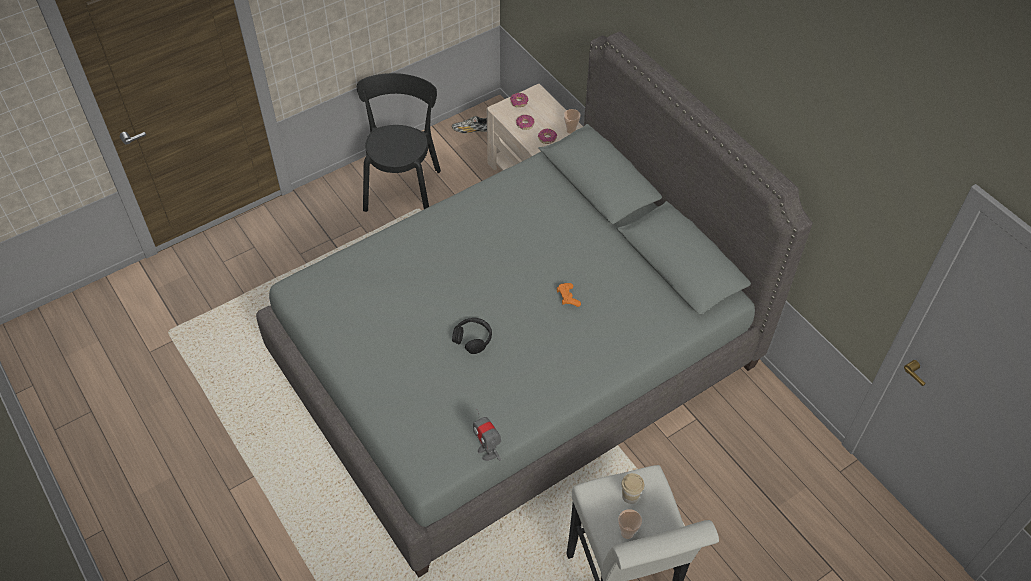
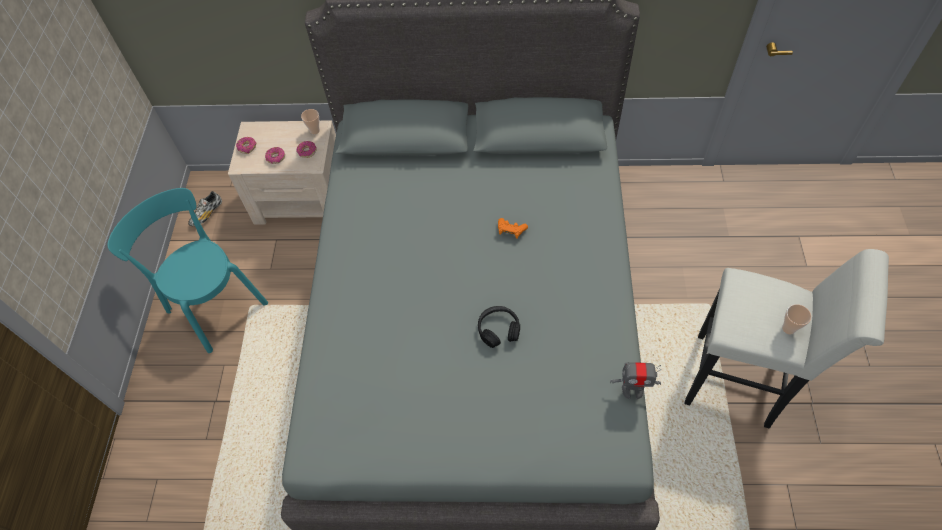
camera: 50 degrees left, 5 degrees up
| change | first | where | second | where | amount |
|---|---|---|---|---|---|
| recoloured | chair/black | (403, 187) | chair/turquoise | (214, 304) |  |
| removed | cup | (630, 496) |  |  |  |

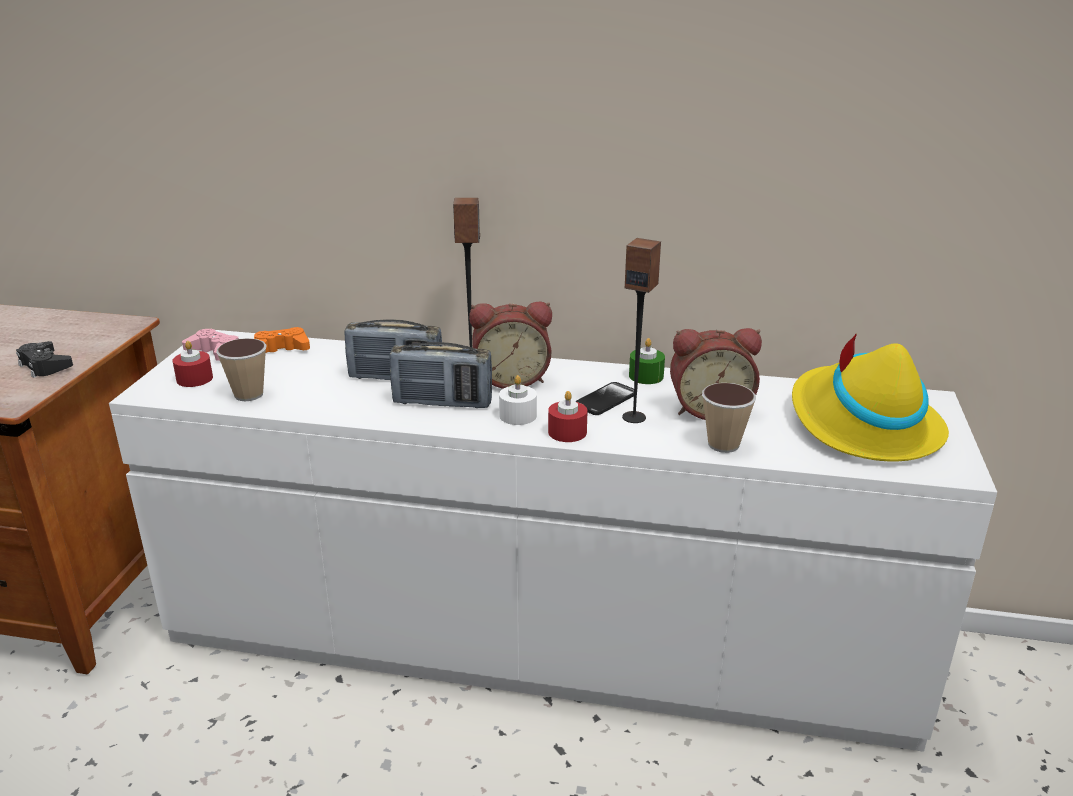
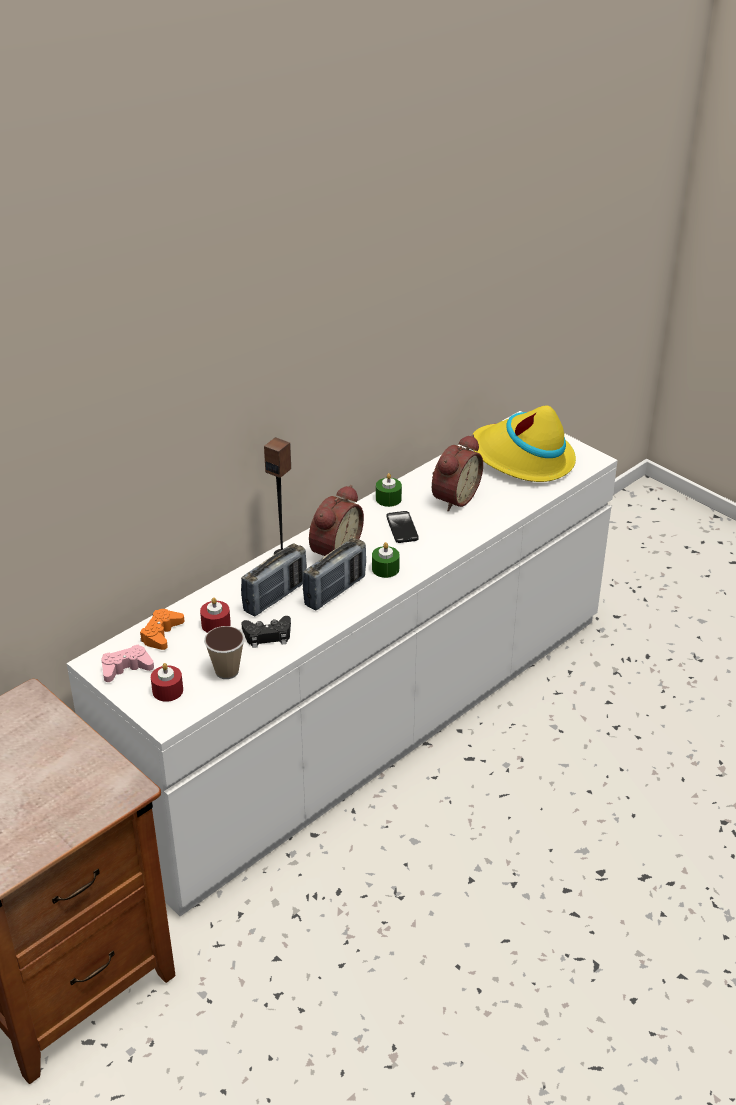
camera: 55 degrees left, 10 degrees up
| change | first | where | second | where | amount |
|---|---|---|---|---|---|
| moved | candle/red | (567, 432) |  | (216, 624) |  |
| moved | game controller/black | (45, 365) |  | (267, 635) |  |
| recoloured | candle/white | (518, 415) | candle/green | (385, 569) |  |
| removed | speaker | (634, 417) |  |  |  |
| removed | cup | (723, 444) |  |  |  |

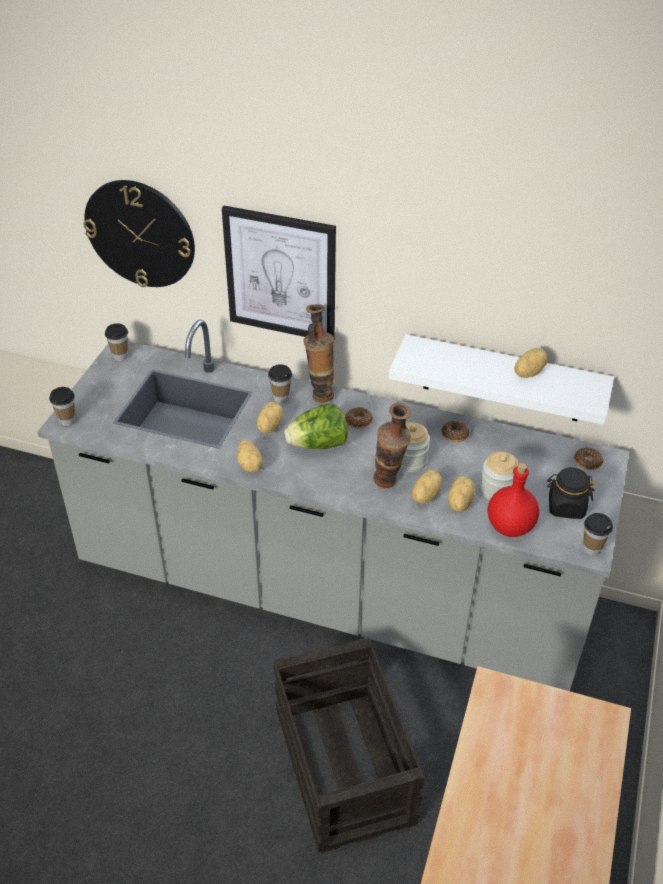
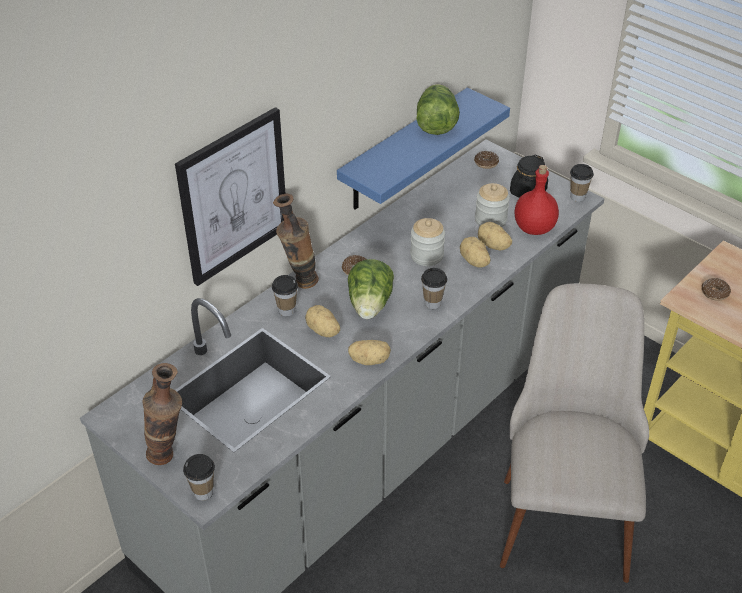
camera: 65 degrees left, 0 degrees up
| change | first | where | second | where | amount |
|---|---|---|---|---|---|
| moved | vase | (388, 486) |  | (169, 456) |  |
| recoloured | shelf/white | (503, 379) | shelf/blue | (404, 151) |  |
| replaced | potato | (528, 372) | lettuce | (436, 124) |  |
| moved | cup | (120, 356) |  | (432, 303) |  |
| replaced | crate | (345, 766) | chair/beige | (564, 506) |  |
| moved | donut | (455, 435) |  | (714, 293) |  |
| removed | wall clock | (140, 234) |  |  |  |

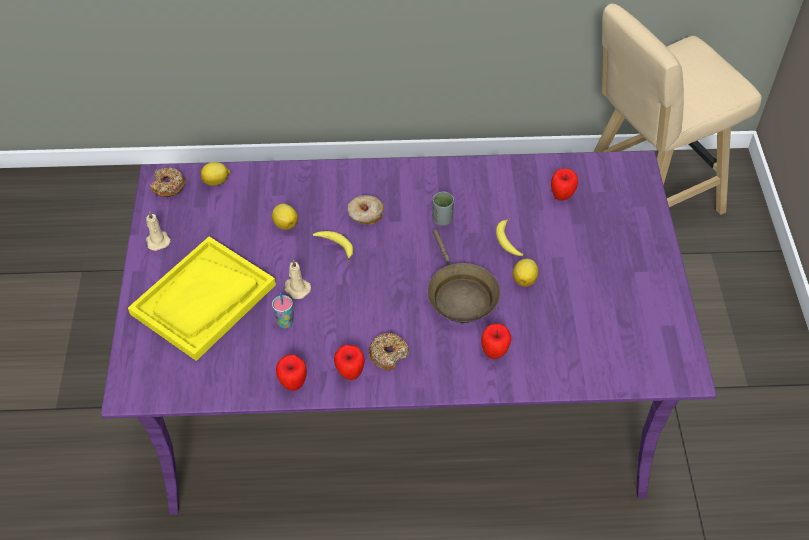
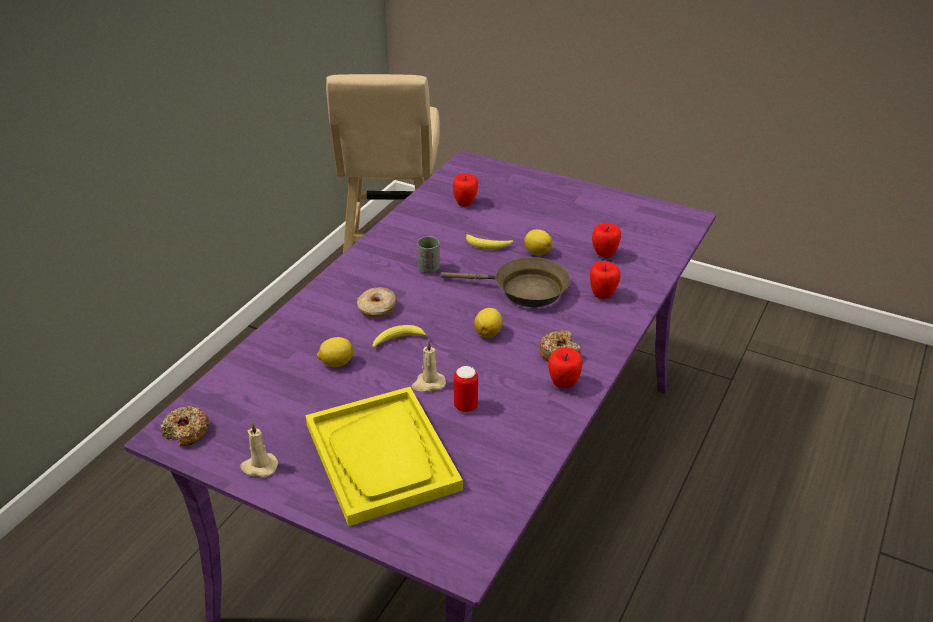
camera: 60 degrees left, 15 degrees down
| change | first | where | second | where | amount |
|---|---|---|---|---|---|
| replaced | cup | (285, 322) | can | (465, 406) |  |
| moved | lemon | (217, 182) |  | (488, 333) |  |
| moved | apple | (293, 384) |  | (604, 255) |  |

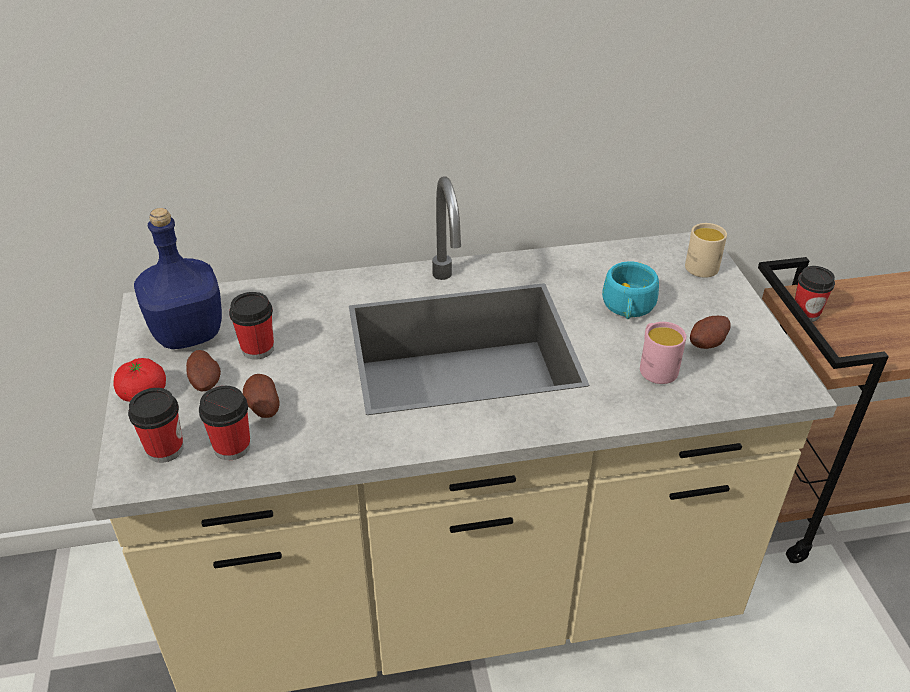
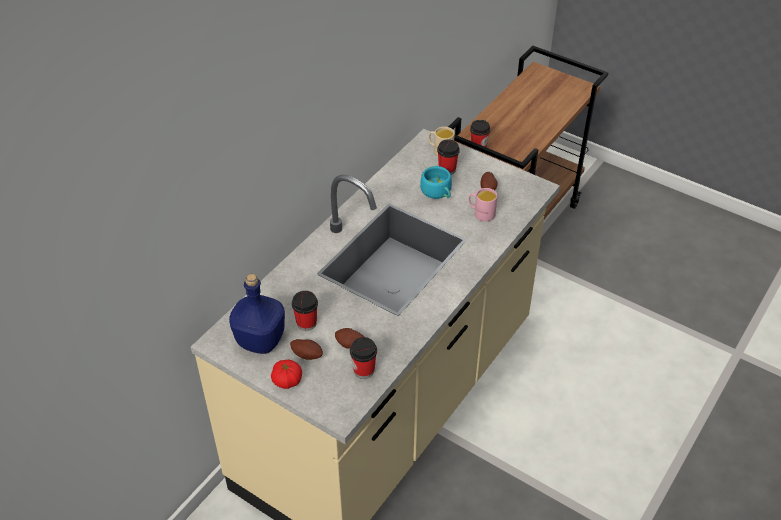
camera: 45 degrees left, 5 degrees up
| change | first | where | second | where | amount |
|---|---|---|---|---|---|
| moved | cup | (165, 449) |  | (447, 169) |  |

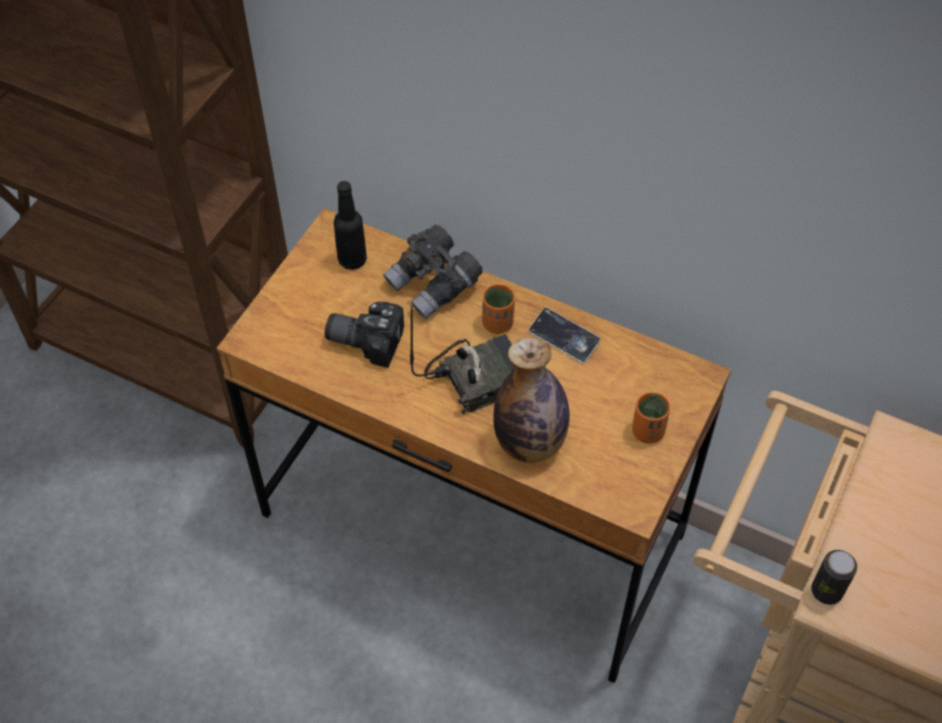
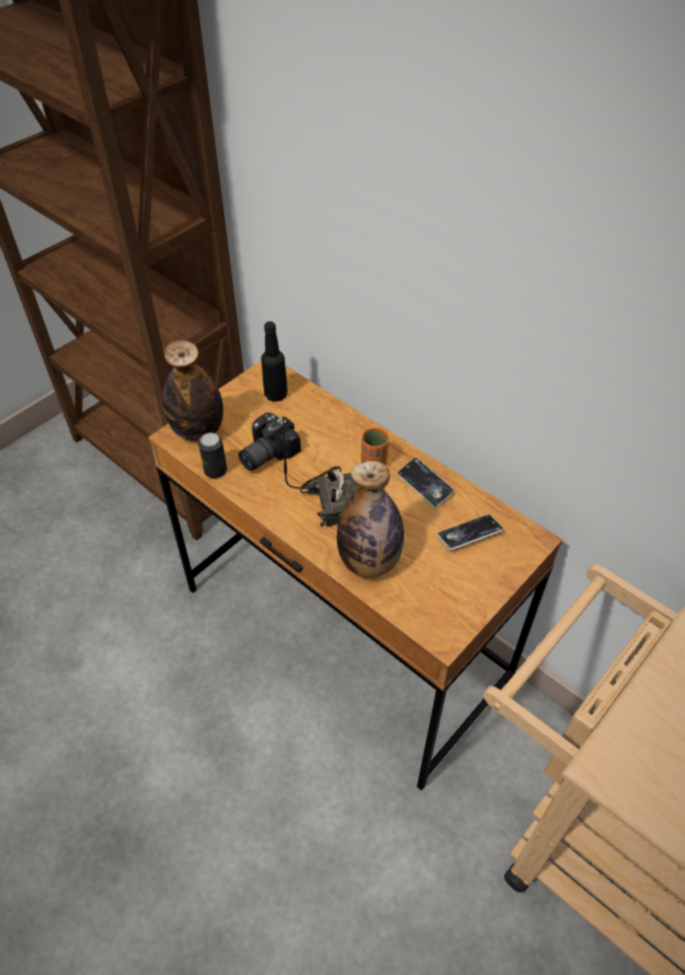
camera: 15 degrees right, 5 degrees down
| change | first | where | second | where | amount |
|---|---|---|---|---|---|
| added |  |  | bottle | (198, 430) |  |
| moved | can | (826, 591) |  | (215, 471) |  |
| turned | photo camera | (366, 338) |  | (265, 453) | 75 degrees counterclockwise |
| added |  |  | phone | (469, 534) |  |
| removed | binoculars/grey | (434, 285) |  |  |  |
| removed | cup/orange | (648, 431) |  |  |  |

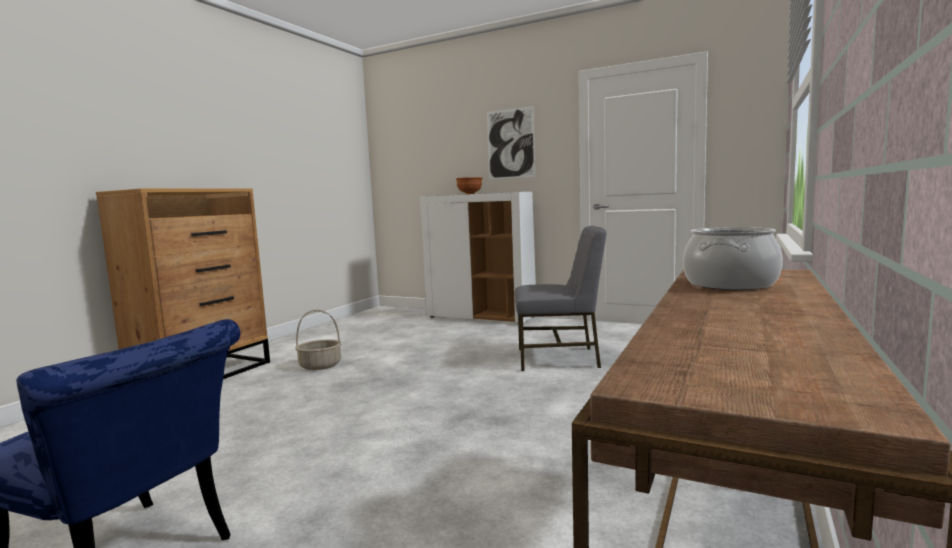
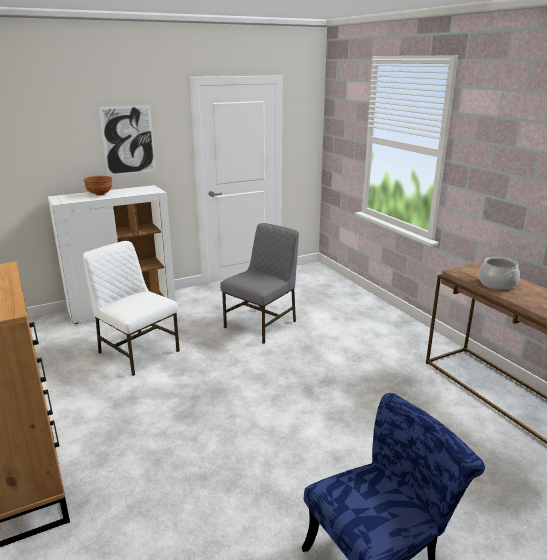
camera: 55 degrees left, 15 degrees up
| change | first | where | second | where | amount |
|---|---|---|---|---|---|
| added |  |  | chair/white | (137, 351) |  |
| removed | basket | (320, 365) |  |  |  |

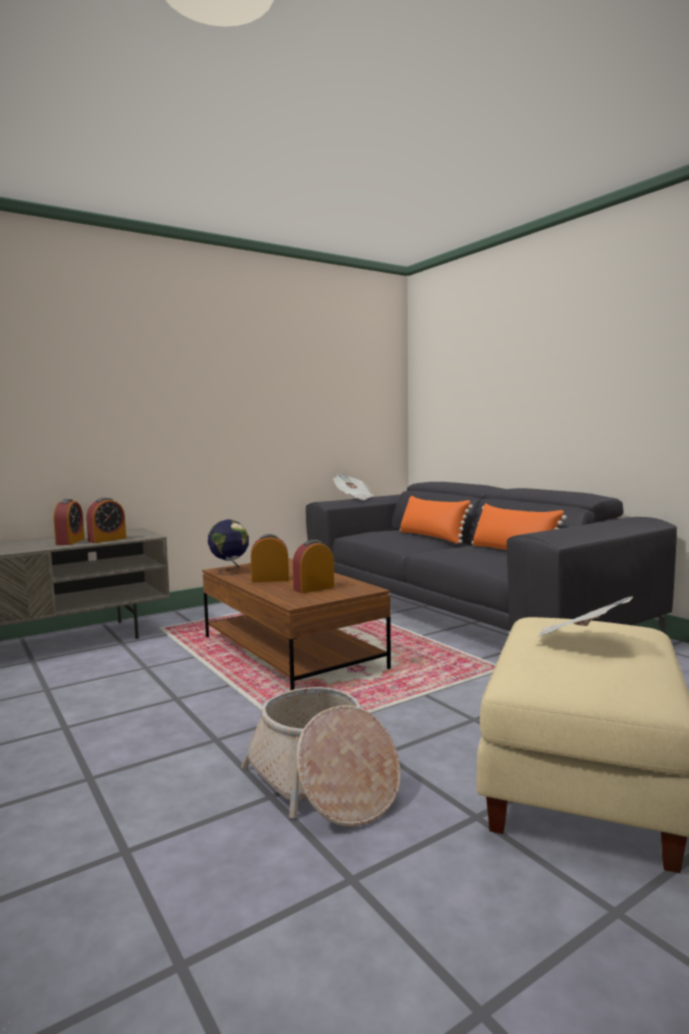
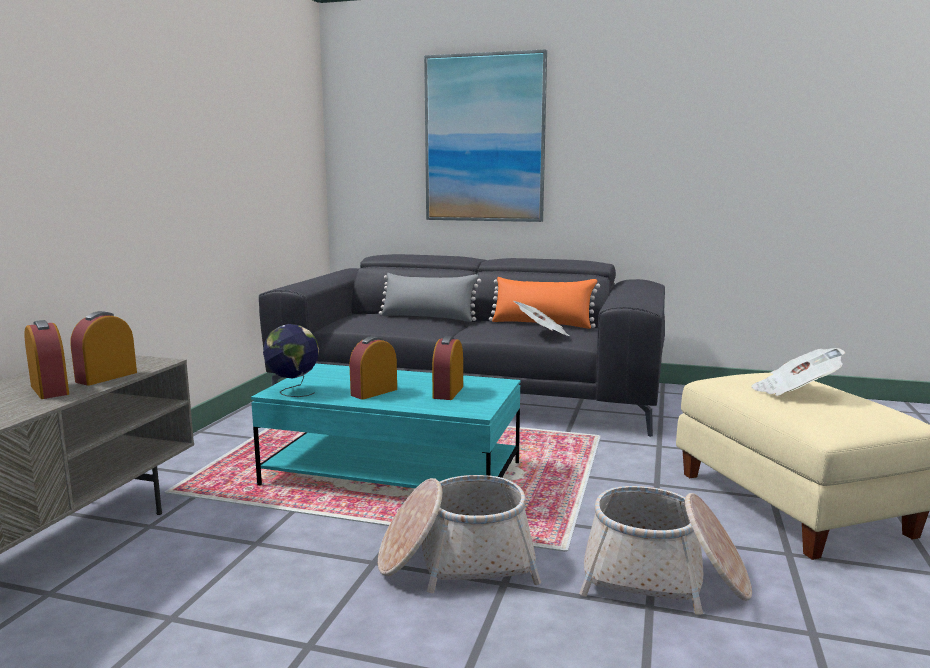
camera: 40 degrees left, 5 degrees up
| change | first | where | second | where | amount |
|---|---|---|---|---|---|
| turned | alarm clock | (107, 540) |  | (106, 377) | 150 degrees counterclockwise |
| recoloured | coffee table/brown | (291, 652) | coffee table/turquoise | (393, 474) |  |
| added |  |  | basket | (456, 561) |  |
| recoloured | pillow/orange | (432, 537) | pillow/grey | (428, 317) |  |
| added |  |  | picture | (484, 139) |  |
| moved | newspaper | (353, 498) |  | (542, 333) |  |

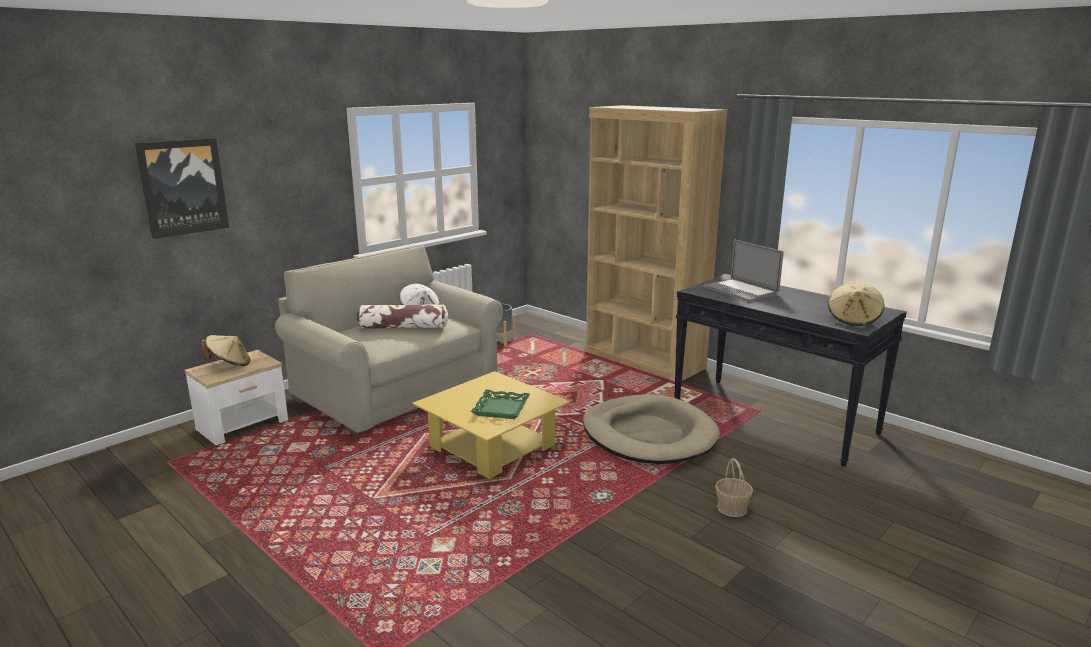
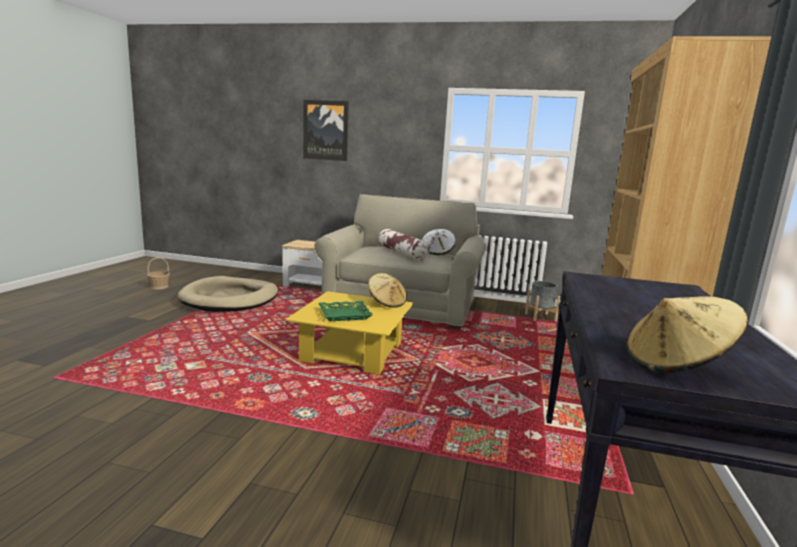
camera: 60 degrees right, 5 degrees down
| change | first | where | second | where | amount |
|---|---|---|---|---|---|
| moved | basket | (732, 508) |  | (159, 287) |  |
| moved | dog bed/beige | (648, 435) |  | (230, 299) |  |
| moved | hat/beige | (229, 364) |  | (386, 303) |  |
| removed | laptop | (740, 290) |  |  |  |

